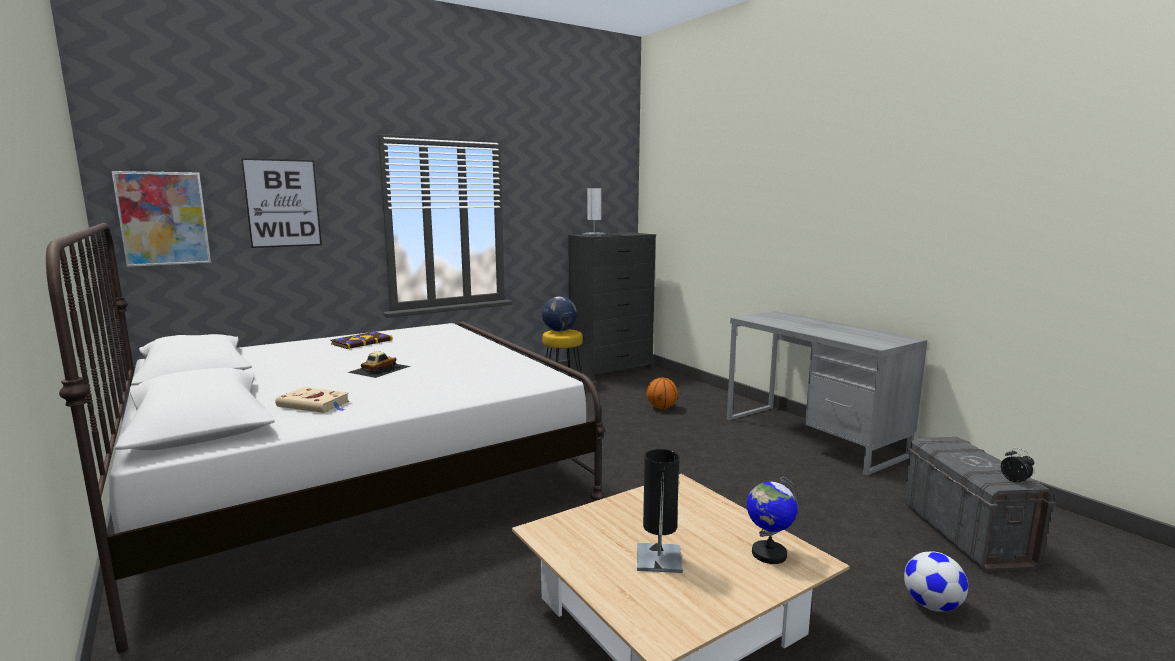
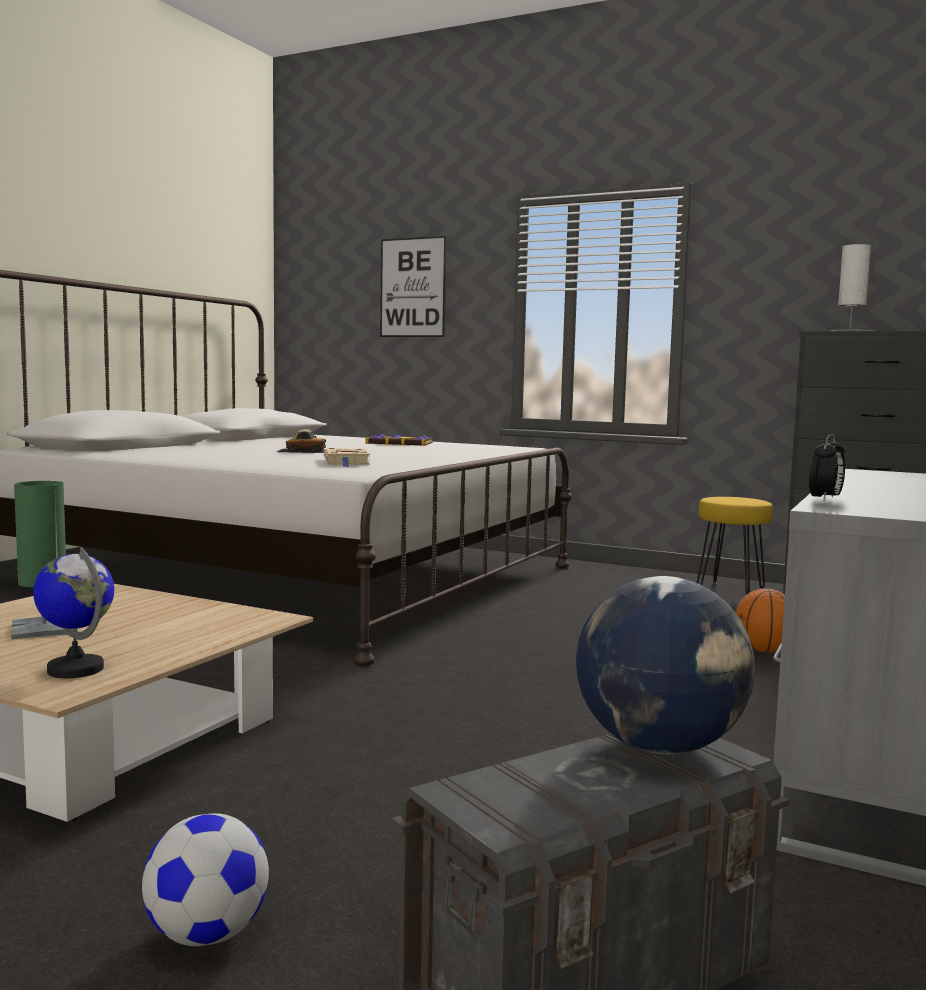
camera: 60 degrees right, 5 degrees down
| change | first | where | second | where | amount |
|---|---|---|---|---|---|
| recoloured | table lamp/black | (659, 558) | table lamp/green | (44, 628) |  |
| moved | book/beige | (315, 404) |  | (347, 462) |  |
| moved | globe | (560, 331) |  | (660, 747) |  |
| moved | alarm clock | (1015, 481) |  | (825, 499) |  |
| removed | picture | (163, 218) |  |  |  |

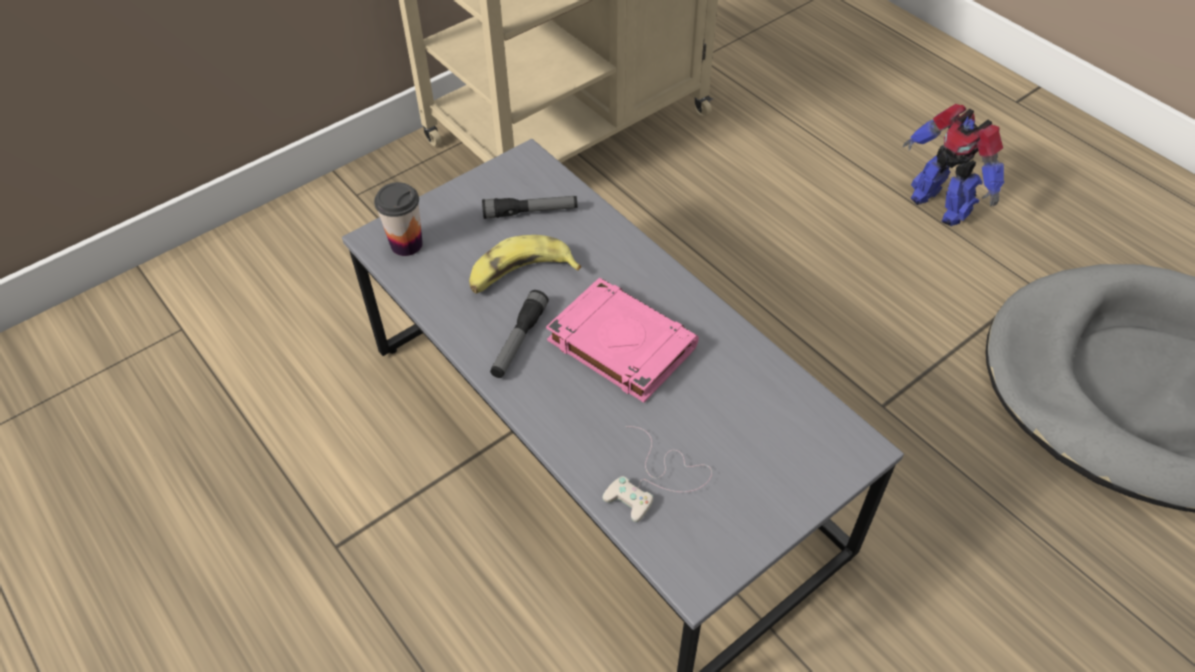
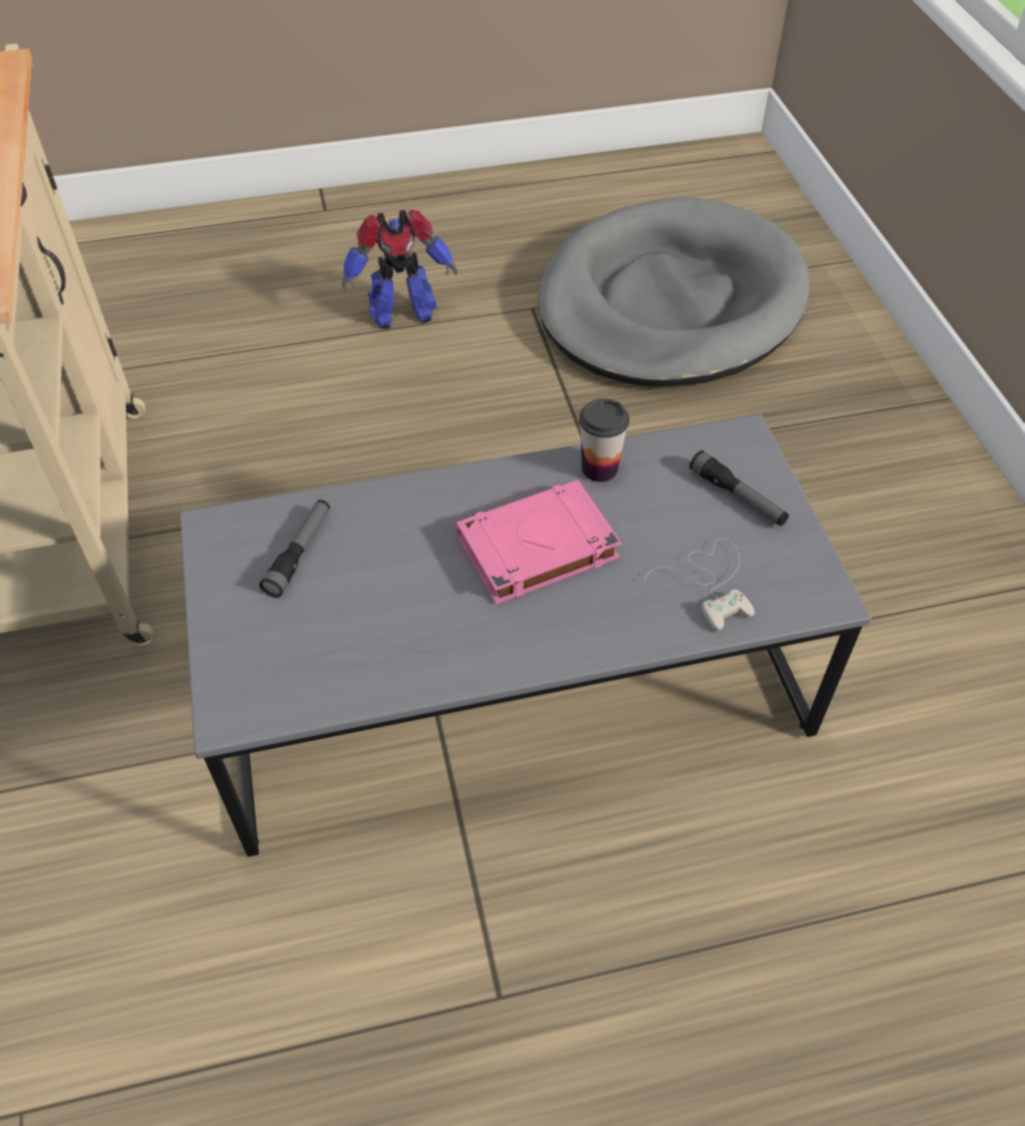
camera: 65 degrees left, 0 degrees up
| change | first | where | second | where | amount |
|---|---|---|---|---|---|
| moved | cup | (406, 244) |  | (599, 468) |  |
| moved | flashlight | (519, 340) |  | (737, 497) |  |
| removed | banana | (520, 275) |  |  |  |

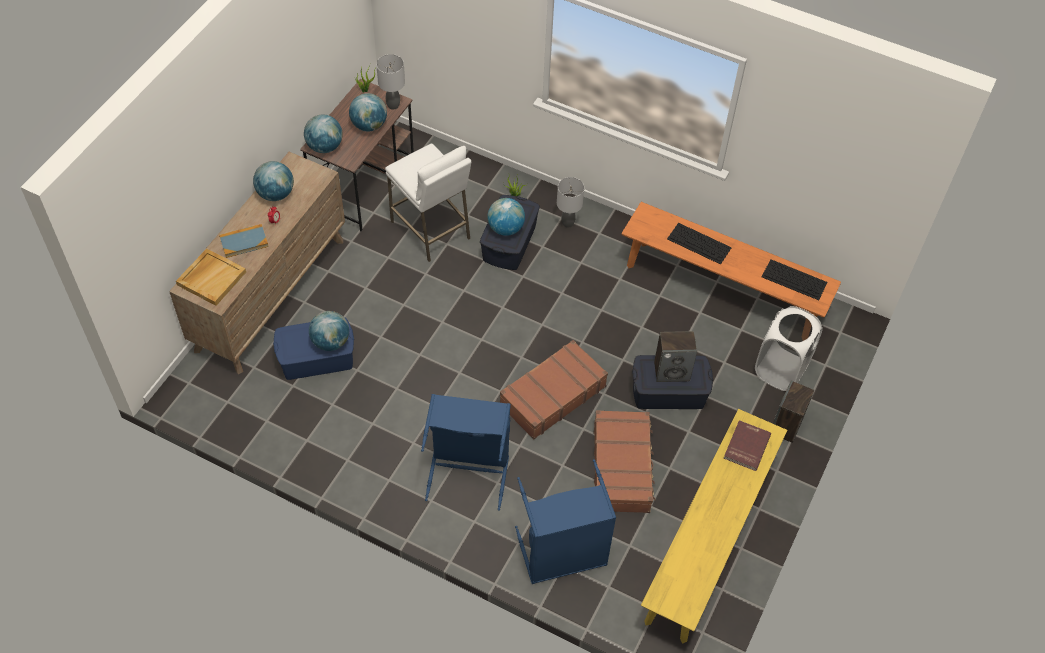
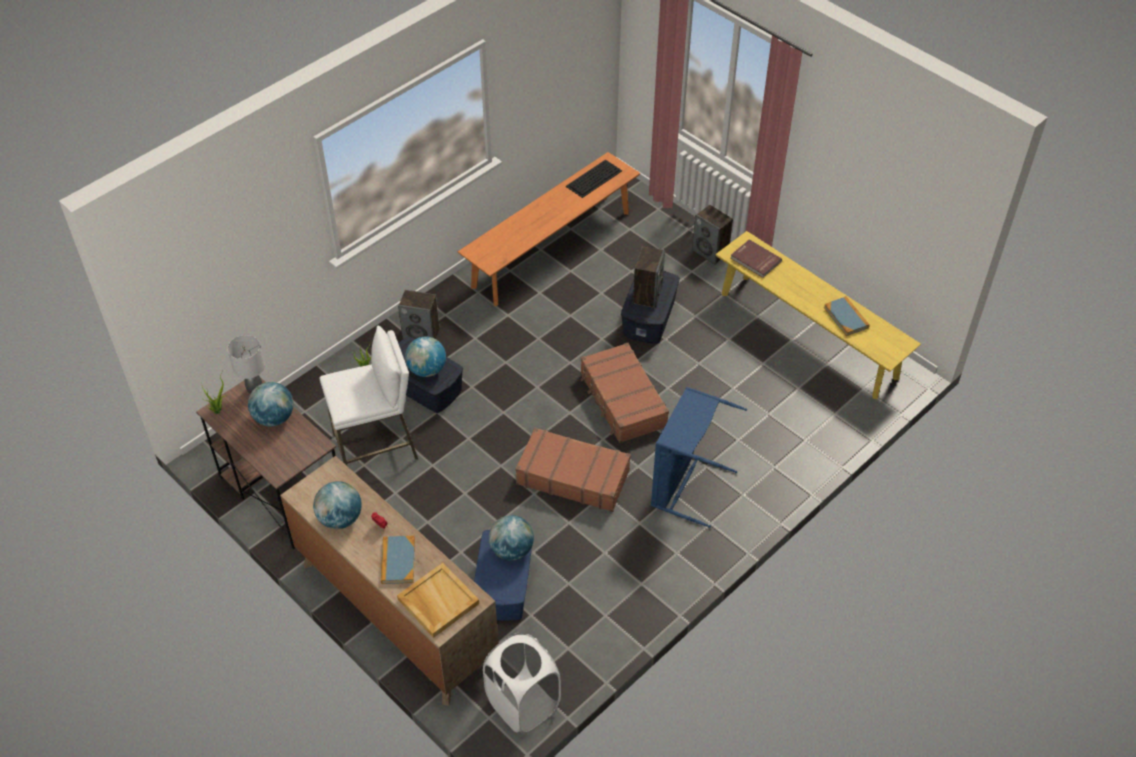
camera: 70 degrees left, 5 degrees down
| change | first | where | second | where | amount |
|---|---|---|---|---|---|
| replaced | table lamp/grey | (568, 223) | speaker | (421, 334) |  |
| moved | laundry basket/white | (781, 369) |  | (523, 704) |  |
| moved | suitcase/brown | (622, 467) |  | (573, 476) |  |
| added |  |  | book | (846, 317) |  |
| removed | globe | (325, 147) |  |  |  |
| removed | laundry basket/blue | (563, 555) |  |  |  |
| removed | keyboard | (699, 243) |  |  |  |

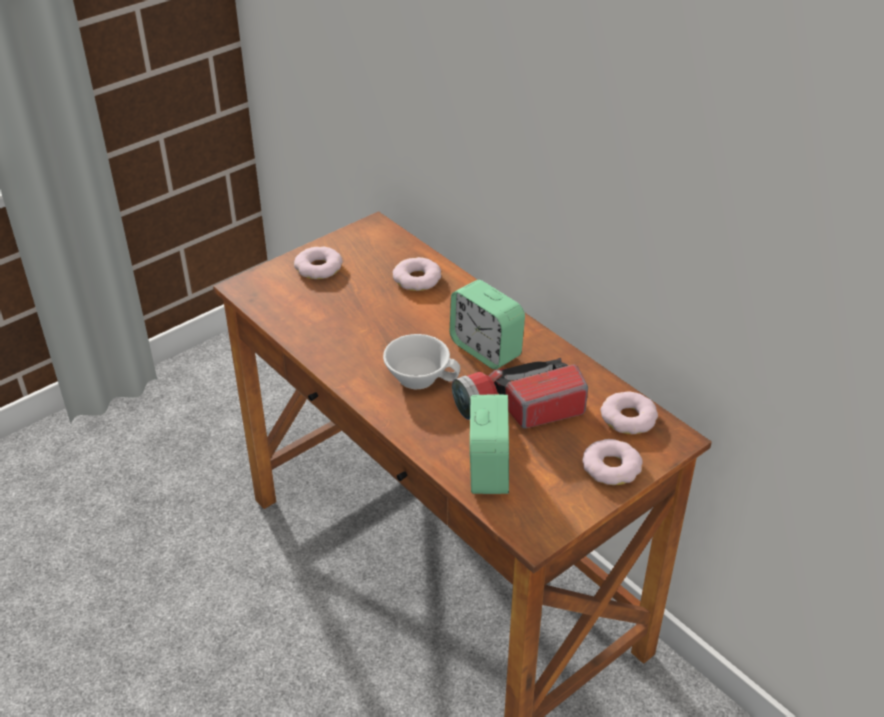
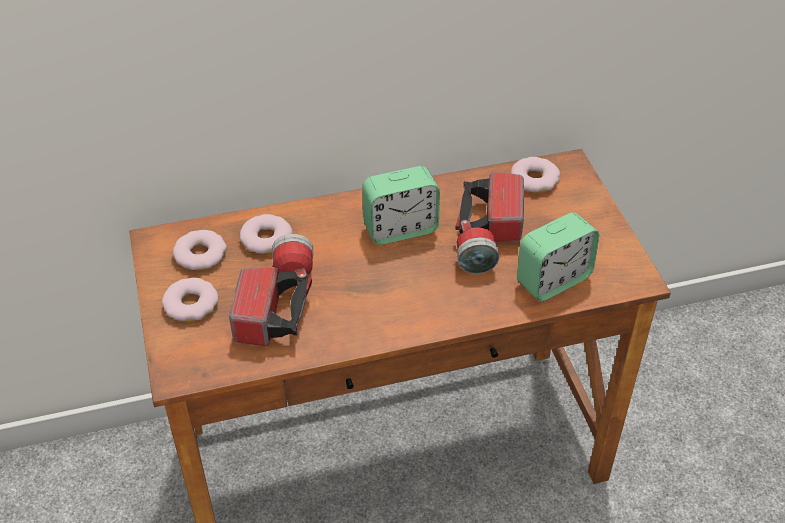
camera: 65 degrees left, 5 degrees up
| change | first | where | second | where | amount |
|---|---|---|---|---|---|
| moved | donut | (611, 467) |  | (200, 254) |  |
| added |  |  | flashlight | (276, 303) |  |
| turned | alarm clock | (488, 470) |  | (553, 280) | 120 degrees clockwise |
| removed | cup/white | (419, 375) |  |  |  |

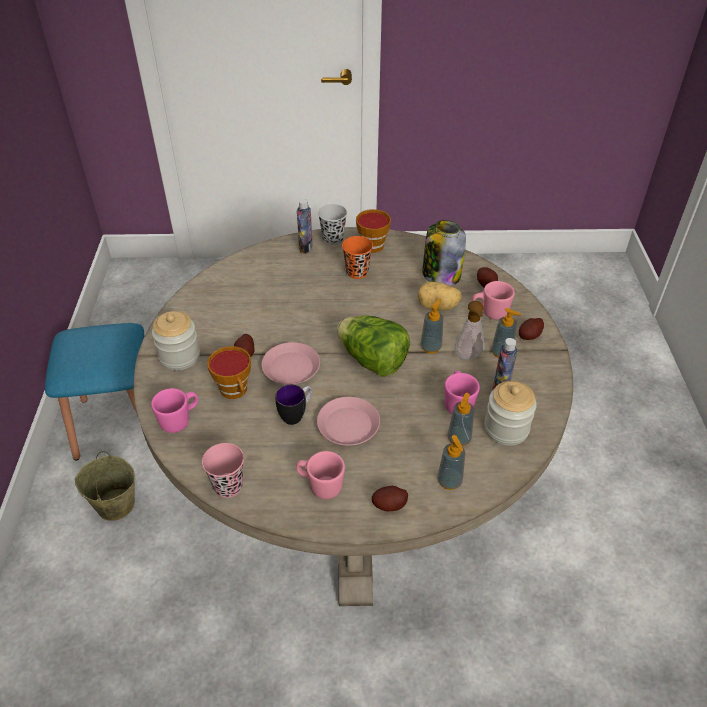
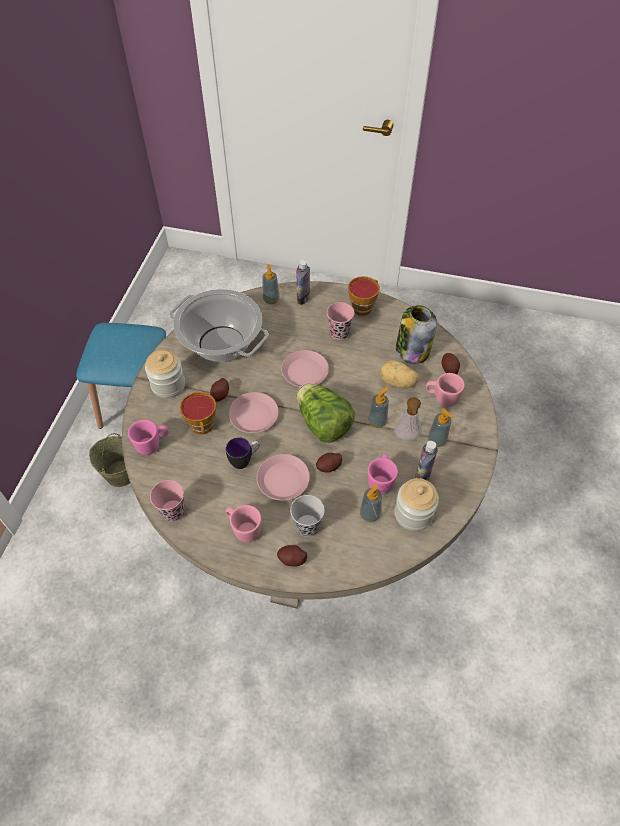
camera: 15 degrees right, 10 degrees up
| change | first | where | second | where | amount |
|---|---|---|---|---|---|
| added |  |  | cooking pot | (221, 344) |  |
| moved | soap dispenser | (449, 481) |  | (271, 299) |  |
| added |  |  | plate/pink | (304, 372) |  |
| moved | cup/black | (333, 239) |  | (307, 526) |  |
| moved | potato | (529, 336) |  | (328, 467) |  |
| recoloured | cup/orange | (357, 272) | cup/pink | (339, 333) |  |

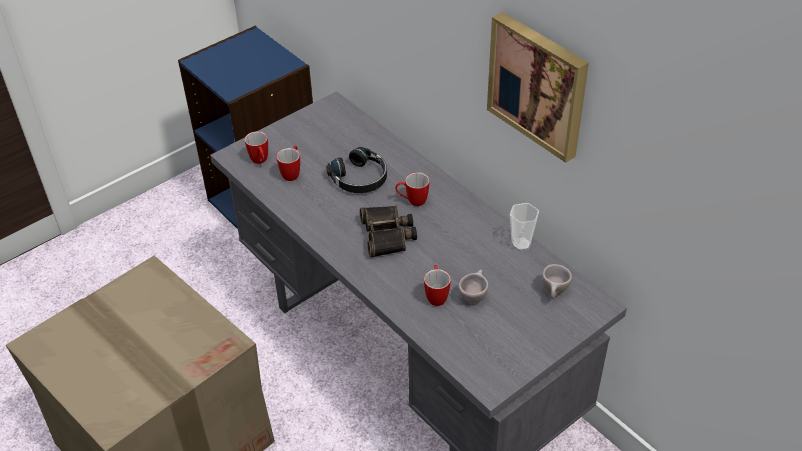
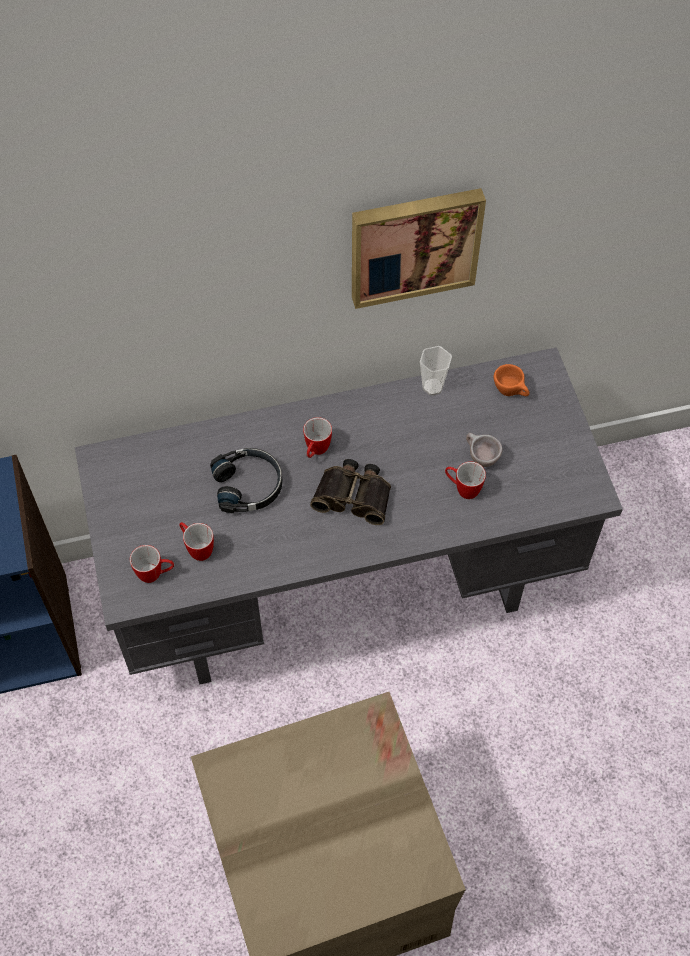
camera: 65 degrees left, 15 degrees up
| change | first | where | second | where | amount |
|---|---|---|---|---|---|
| recoloured | cup/beige | (554, 293) | cup/orange | (511, 392) |  |

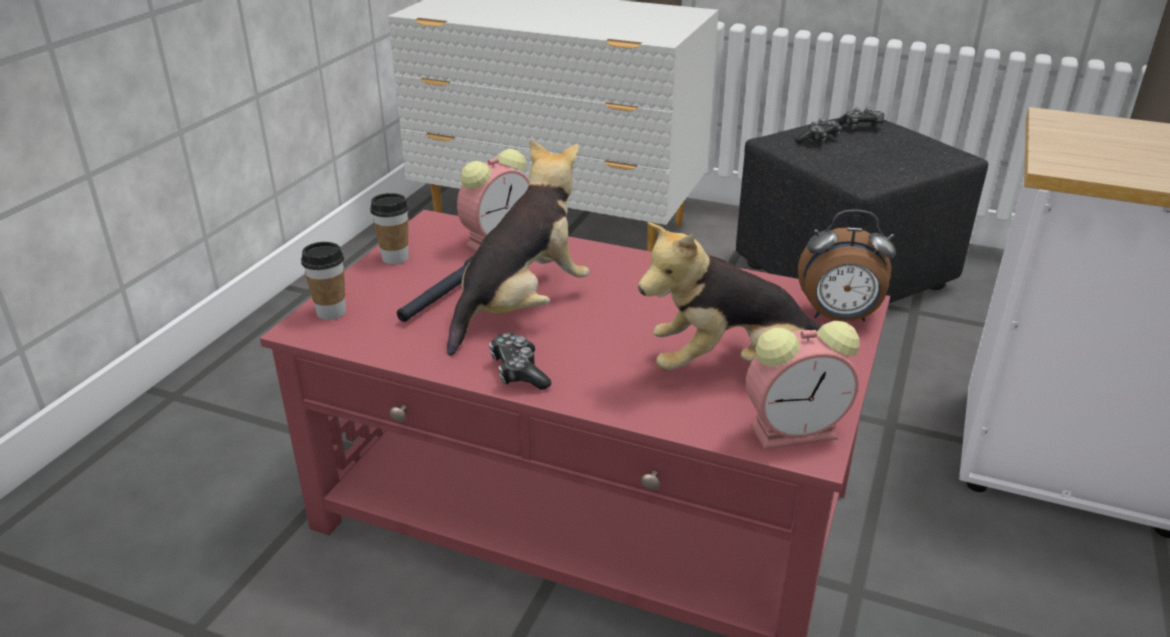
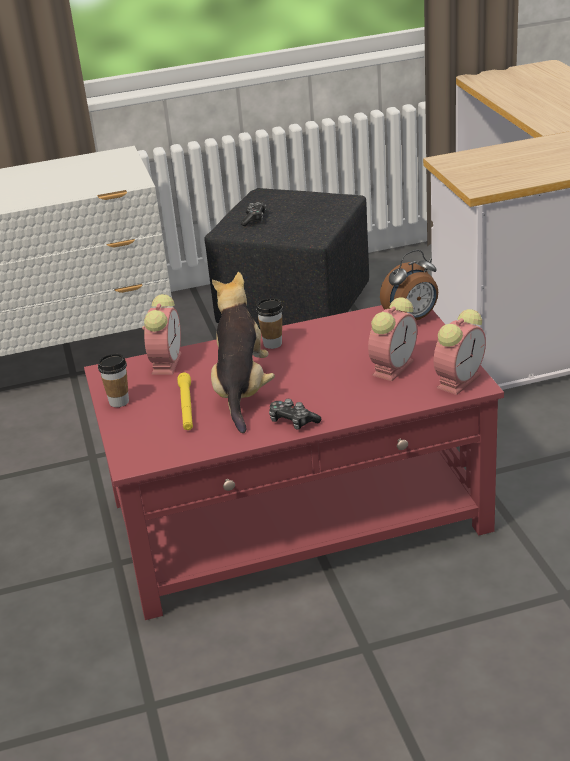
camera: 35 degrees left, 0 degrees up
| change | first | where | second | where | amount |
|---|---|---|---|---|---|
| recoloured | flashlight/black | (443, 296) | flashlight/yellow | (186, 407) |  |
| moved | cup | (331, 312) |  | (272, 344) |  |
| replaced | plush toy | (731, 367) | alarm clock | (393, 367) |  |
| removed | game controller | (861, 127) |  |  |  |

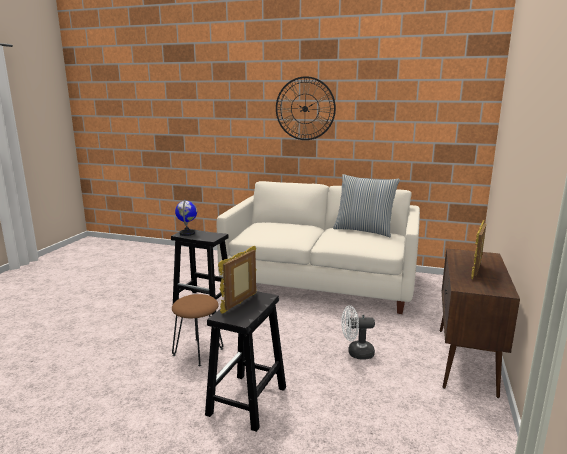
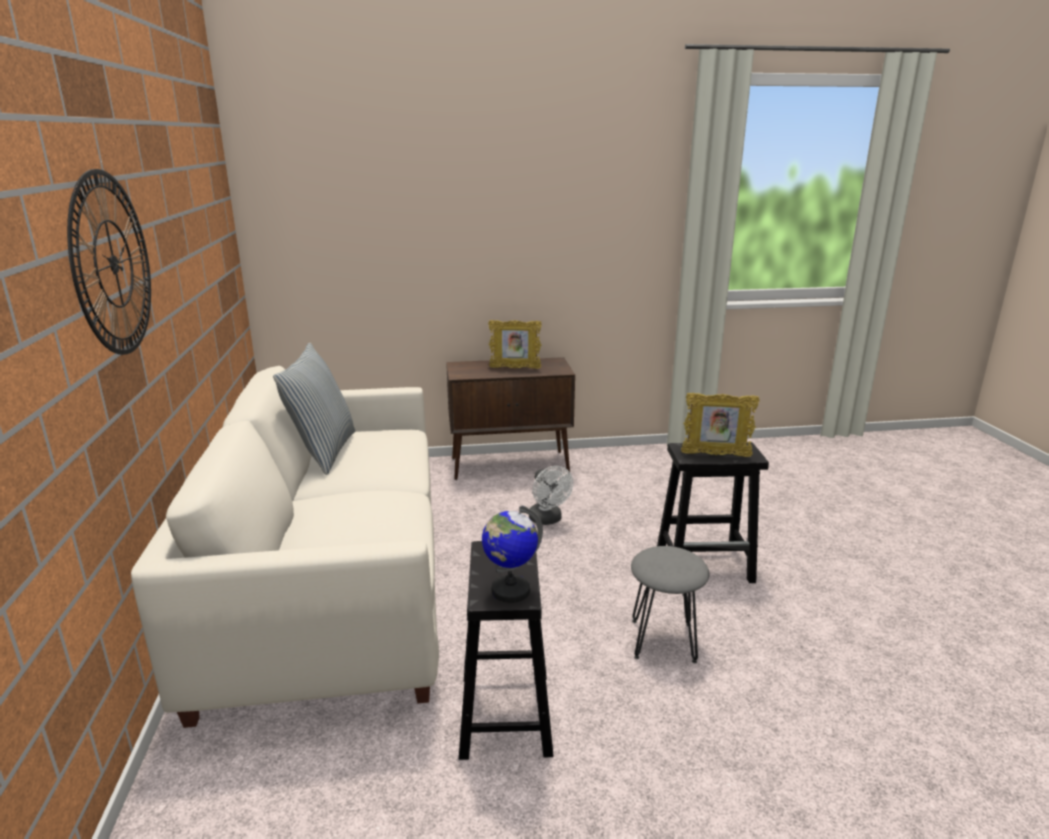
camera: 115 degrees left, 5 degrees up
| change | first | where | second | where | amount |
|---|---|---|---|---|---|
| recoloured | stool/brown | (198, 352) | stool/grey | (663, 640) |  |

